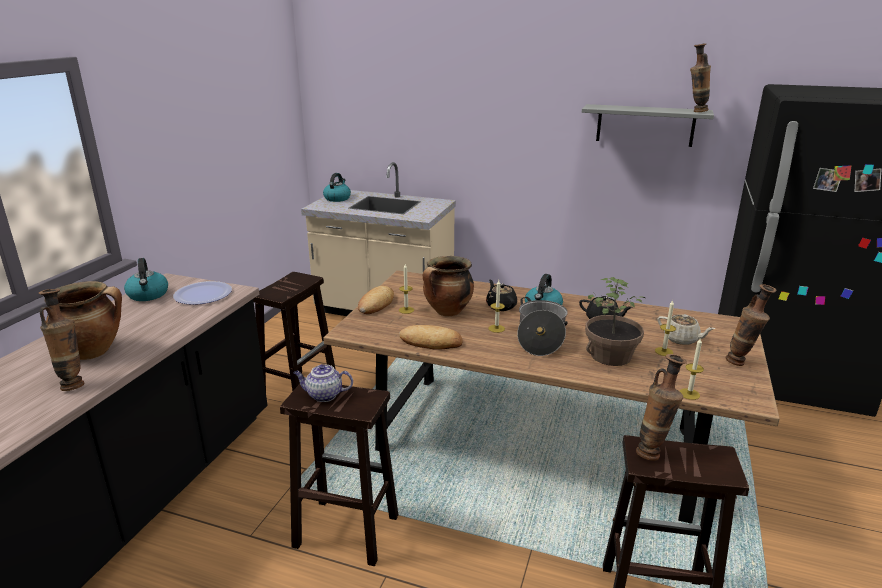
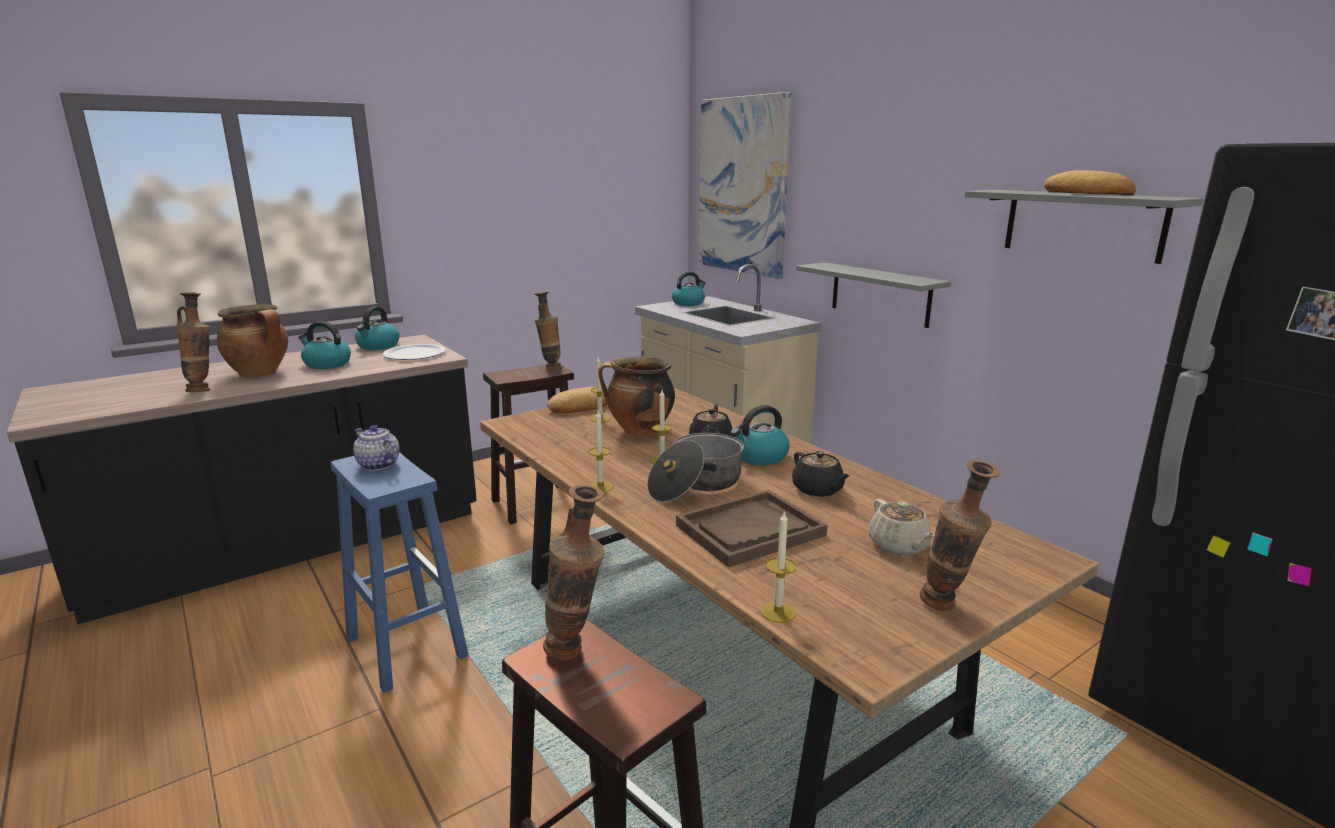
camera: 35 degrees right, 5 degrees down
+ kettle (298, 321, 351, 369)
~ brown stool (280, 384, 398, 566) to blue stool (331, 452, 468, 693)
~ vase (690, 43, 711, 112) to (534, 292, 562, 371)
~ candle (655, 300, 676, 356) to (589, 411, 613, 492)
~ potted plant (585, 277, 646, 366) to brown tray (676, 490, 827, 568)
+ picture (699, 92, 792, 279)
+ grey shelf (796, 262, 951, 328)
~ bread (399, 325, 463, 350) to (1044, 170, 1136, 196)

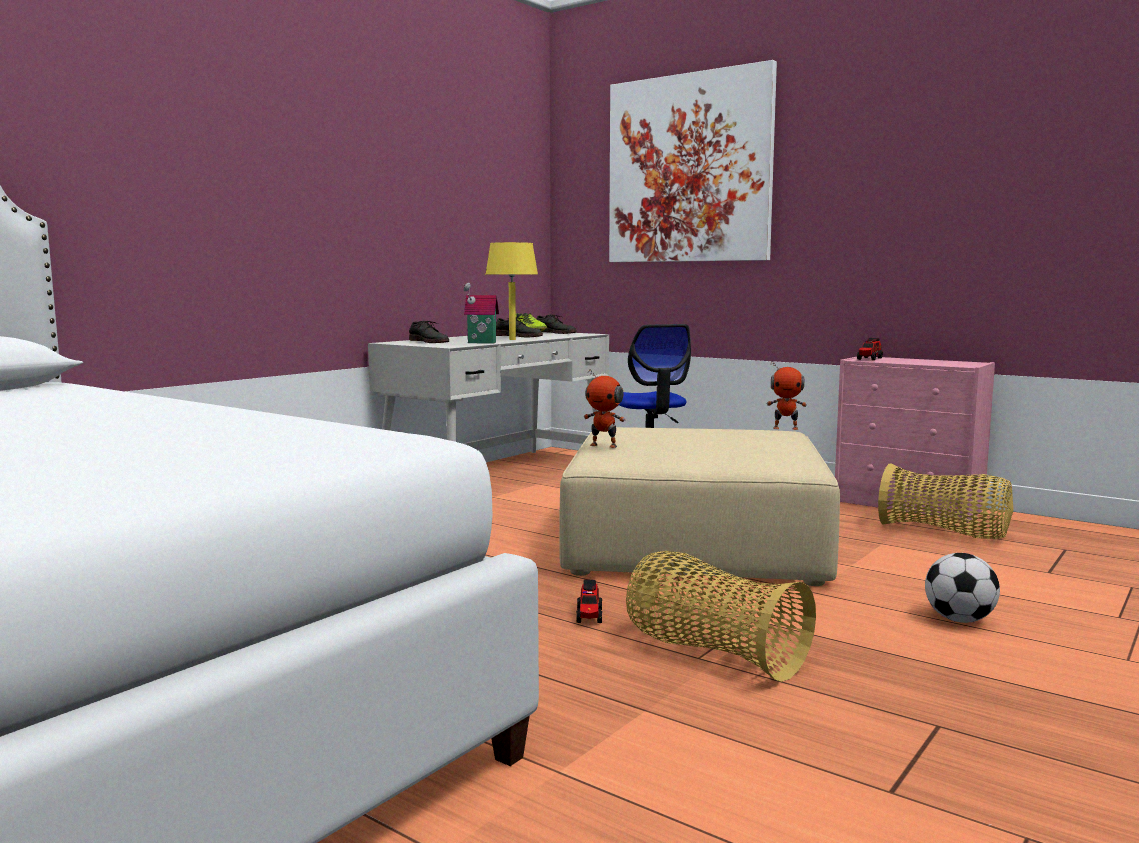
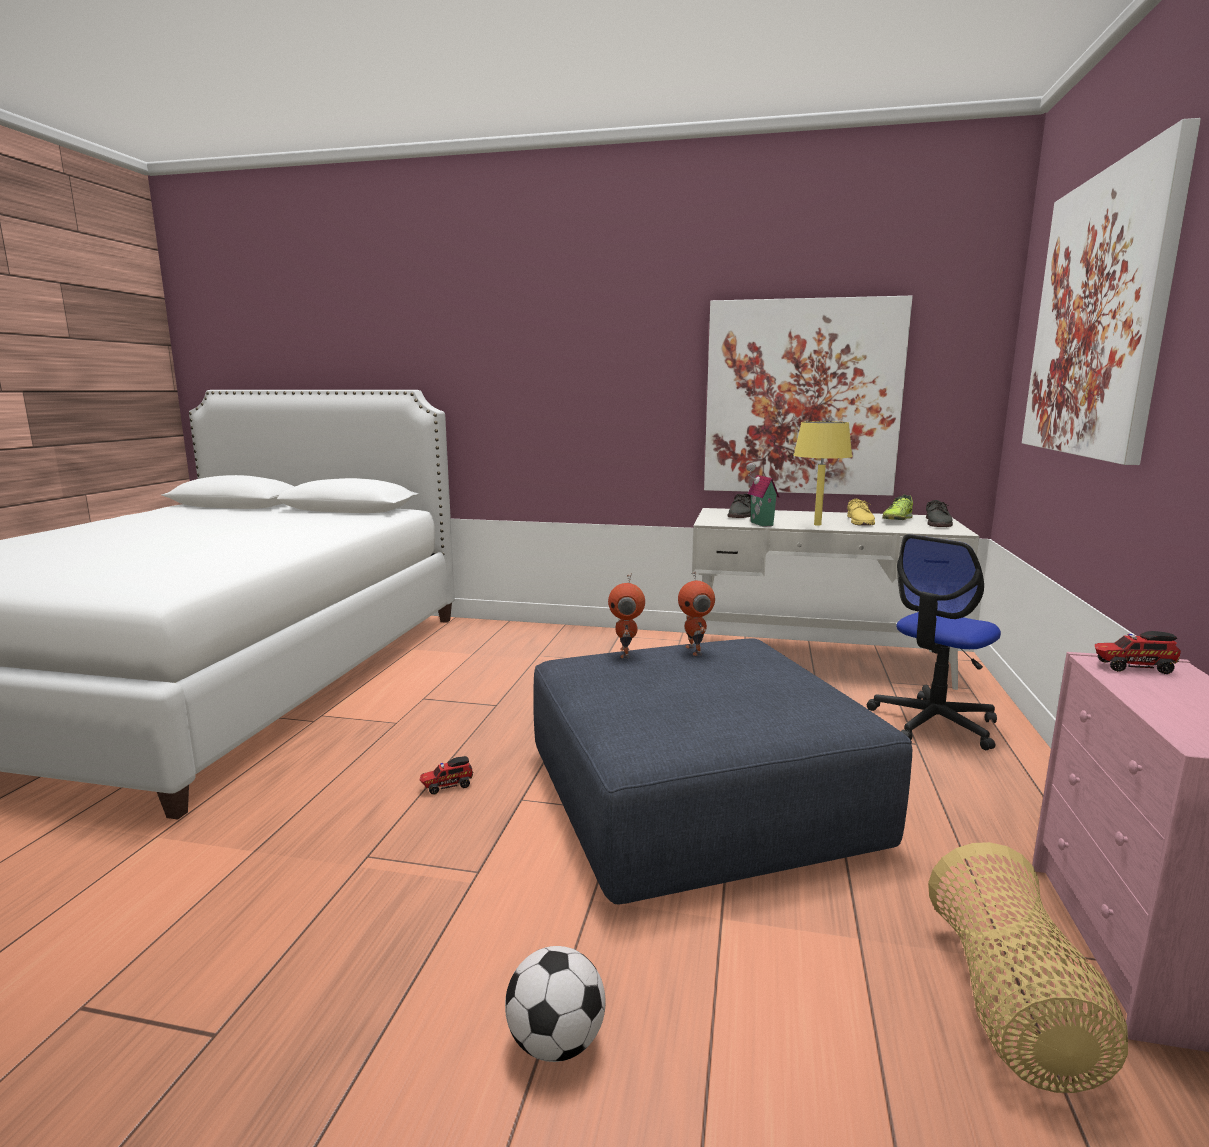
camera: 65 degrees right, 5 degrees up
~ beige ottoman (559, 427, 840, 586) to blue ottoman (533, 638, 912, 905)
~ toy robot (767, 362, 807, 430) to (678, 571, 715, 656)
+ picture (704, 296, 913, 496)
~ grey shoe (496, 317, 543, 337) to yellow shoe (847, 499, 875, 526)
- basket (626, 551, 816, 682)

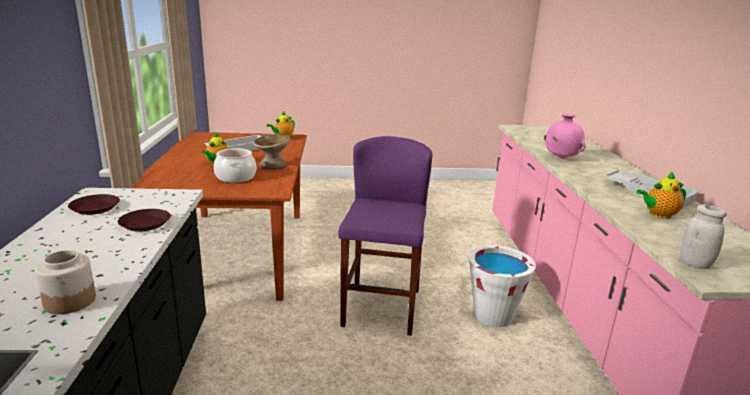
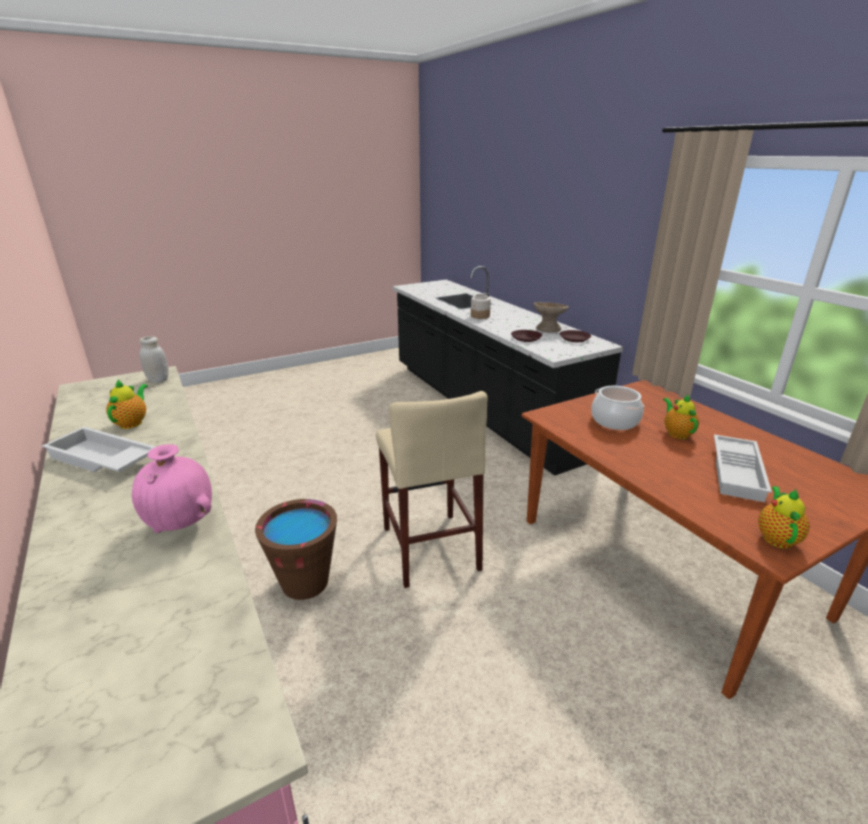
camera: 155 degrees right, 5 degrees up
~ teapot (636, 172, 686, 219) = (106, 379, 148, 429) 45 degrees counterclockwise
~ white bucket (469, 246, 536, 327) to brown bucket (255, 499, 337, 600)
~ purple stool (338, 136, 433, 336) to beige stool (376, 391, 487, 588)
~ beige bowl (253, 133, 291, 169) to (534, 302, 569, 332)

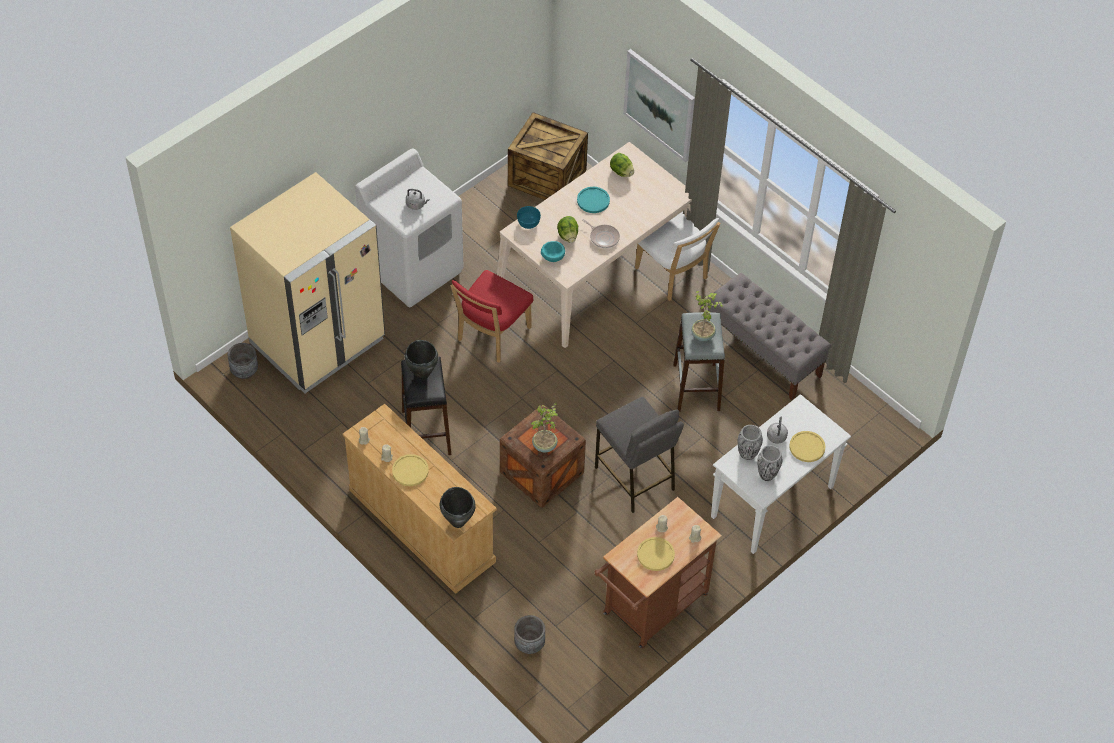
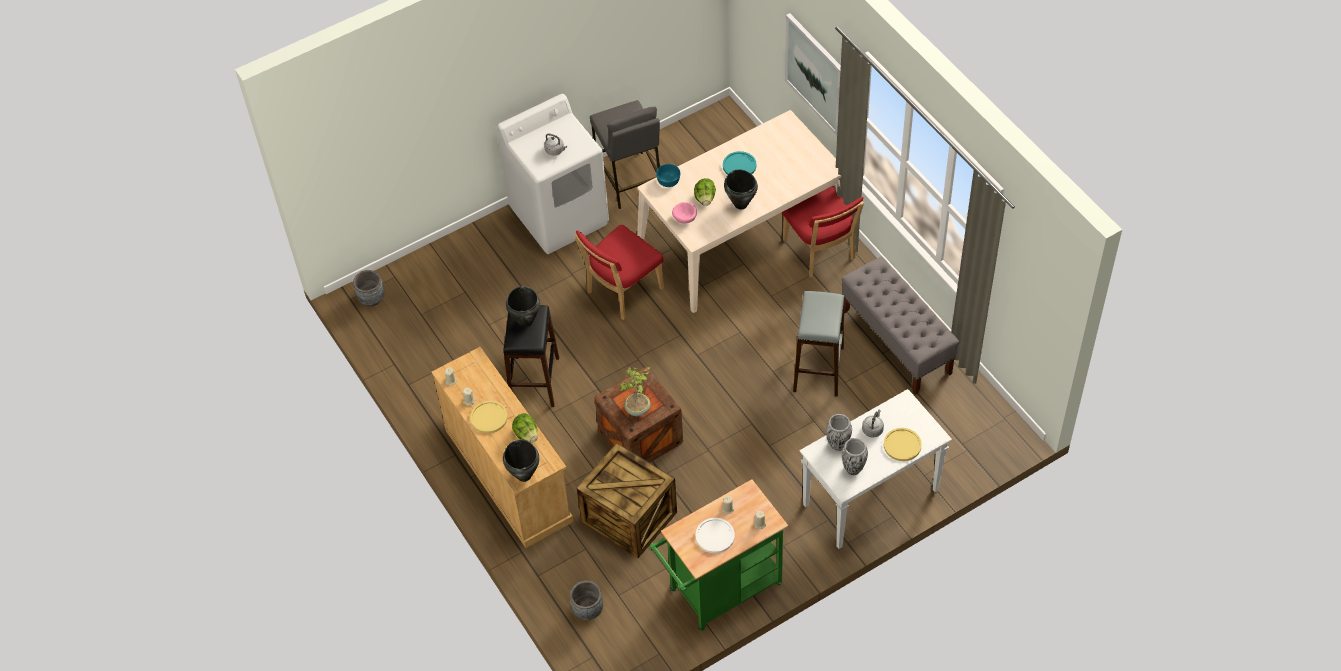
camera: 15 degrees right, 0 degrees up
~ lettuce (610, 153, 634, 177) to (512, 413, 538, 442)
~ crate (508, 112, 588, 200) to (577, 443, 677, 558)
~ grey stool (595, 397, 684, 513) to (590, 100, 660, 209)
~ brown cart (594, 497, 722, 648) to green cart (649, 479, 788, 631)
~ turquoise bowl (541, 241, 565, 262) to pink bowl (672, 202, 697, 224)
~ yellow plate (637, 537, 675, 571) to white plate (696, 518, 735, 553)
~ frying pan (582, 219, 620, 248) to black cooking pot (724, 169, 758, 210)
~ white chair (635, 212, 721, 301) to red chair (782, 186, 864, 277)
- beige fridge (230, 172, 385, 393)
- potted plant (691, 291, 724, 341)

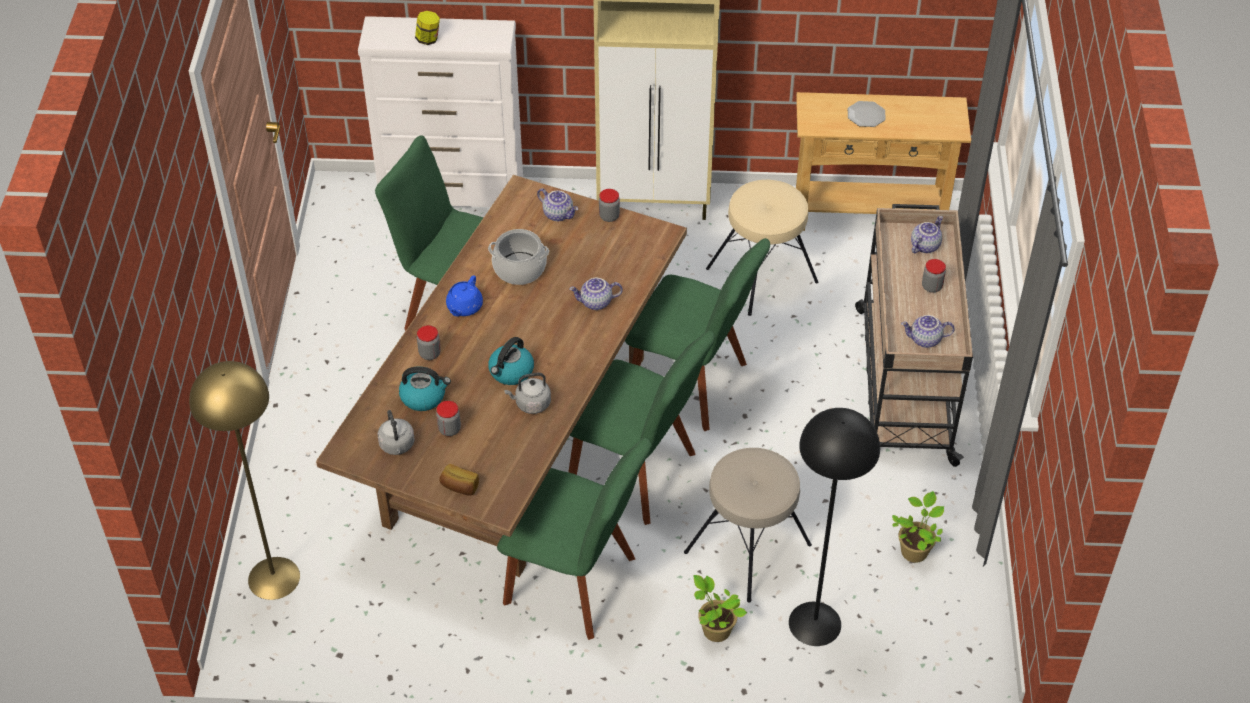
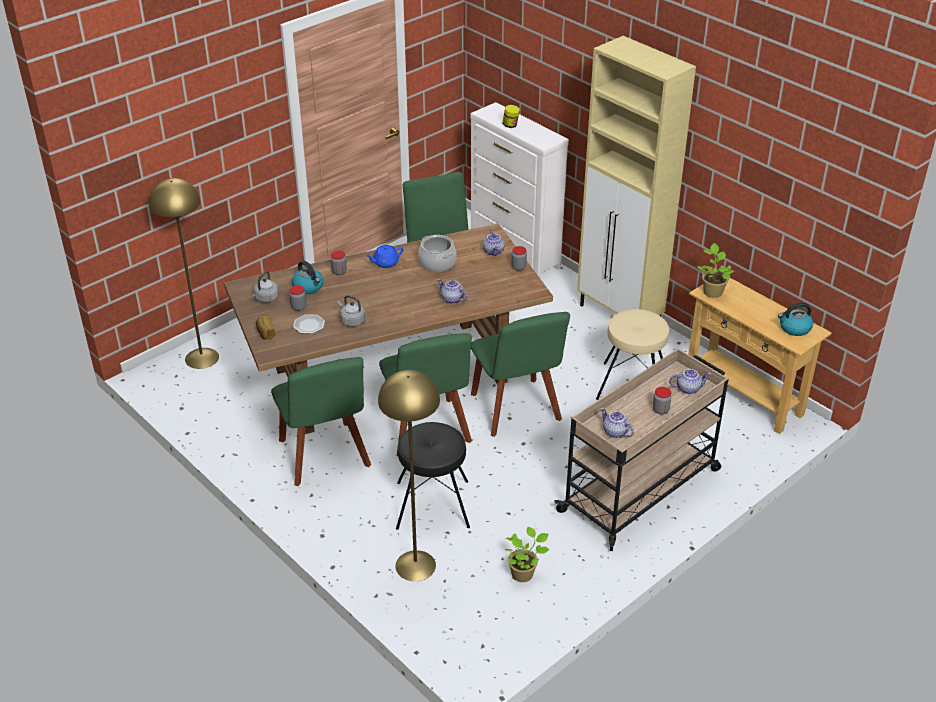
camera: 45 degrees right, 10 degrees down
~ plate (848, 101, 886, 127) to (293, 314, 325, 334)
~ black floor lamp (789, 408, 880, 646) to yellow floor lamp (378, 370, 440, 581)
~ beige stool (684, 448, 812, 603) to black stool (396, 422, 470, 530)
~ potted plant (693, 575, 747, 642) to (697, 243, 734, 298)
~ kettle (488, 337, 534, 385) to (778, 302, 813, 336)

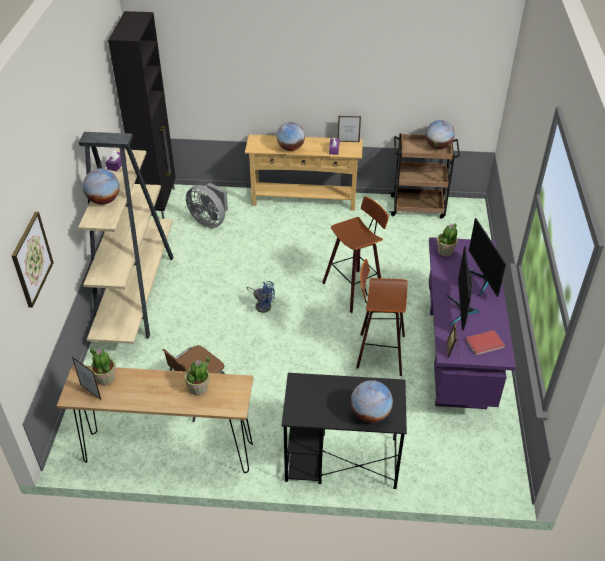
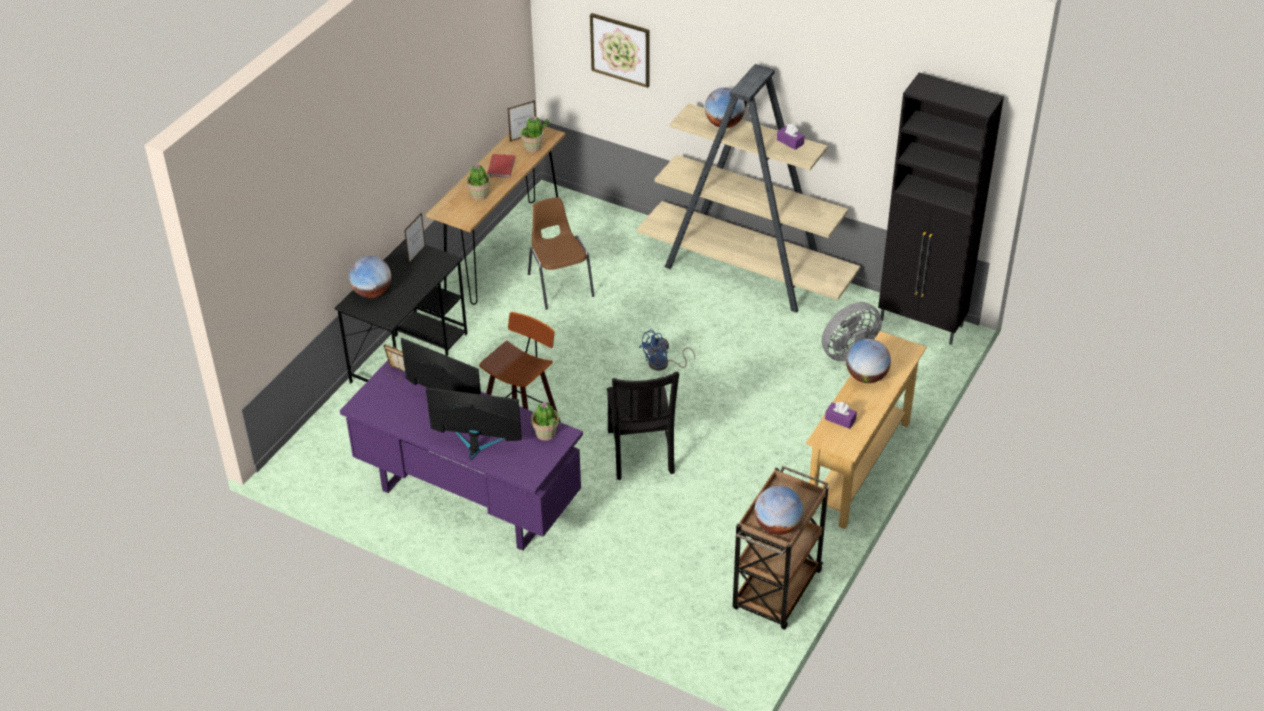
camera: 115 degrees right, 0 degrees up
~ picture frame (338, 116, 361, 142) to (404, 212, 426, 264)
~ red book (465, 330, 505, 355) to (487, 154, 515, 178)
~ stool (322, 196, 389, 313) to black chair (607, 371, 679, 480)

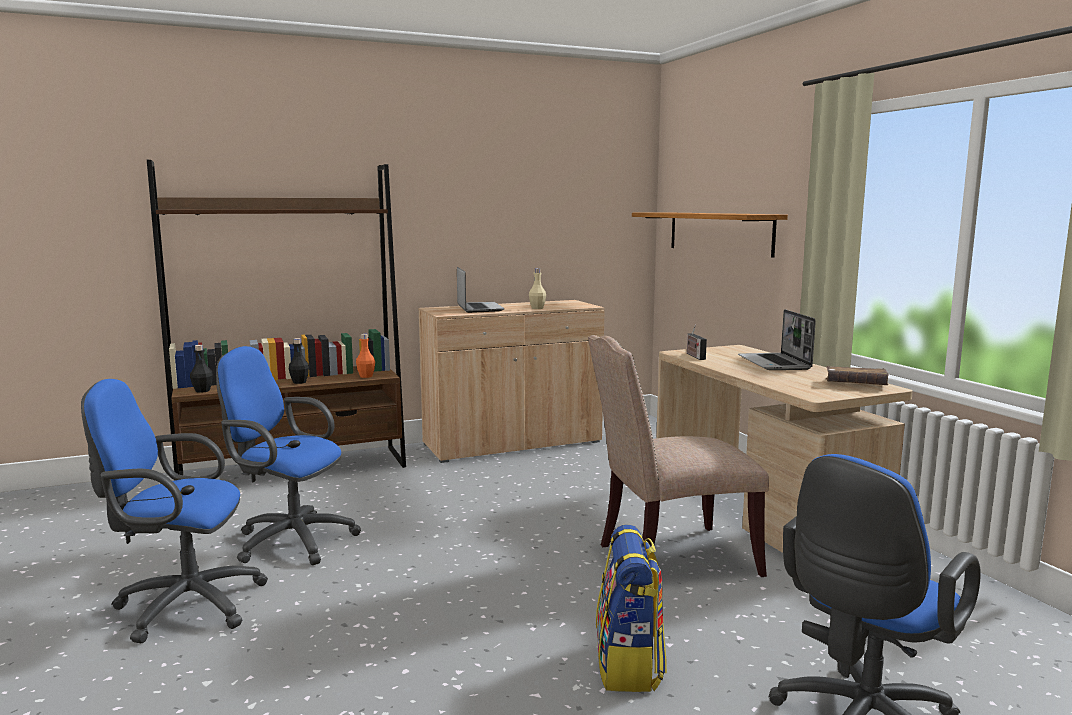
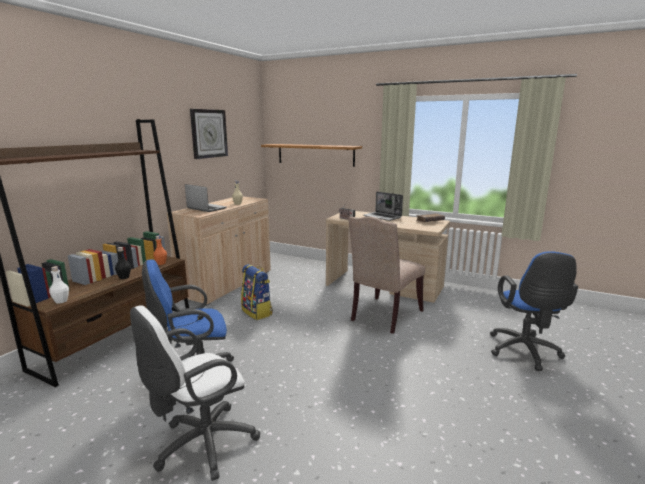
camera: 40 degrees left, 5 degrees up
~ black bottle (190, 345, 213, 393) to white bottle (49, 266, 69, 304)
~ blue office chair (81, 379, 268, 643) to white office chair (130, 305, 260, 481)
+ wall clock (190, 109, 228, 159)
~ backpack (596, 525, 667, 692) to (241, 264, 273, 320)

